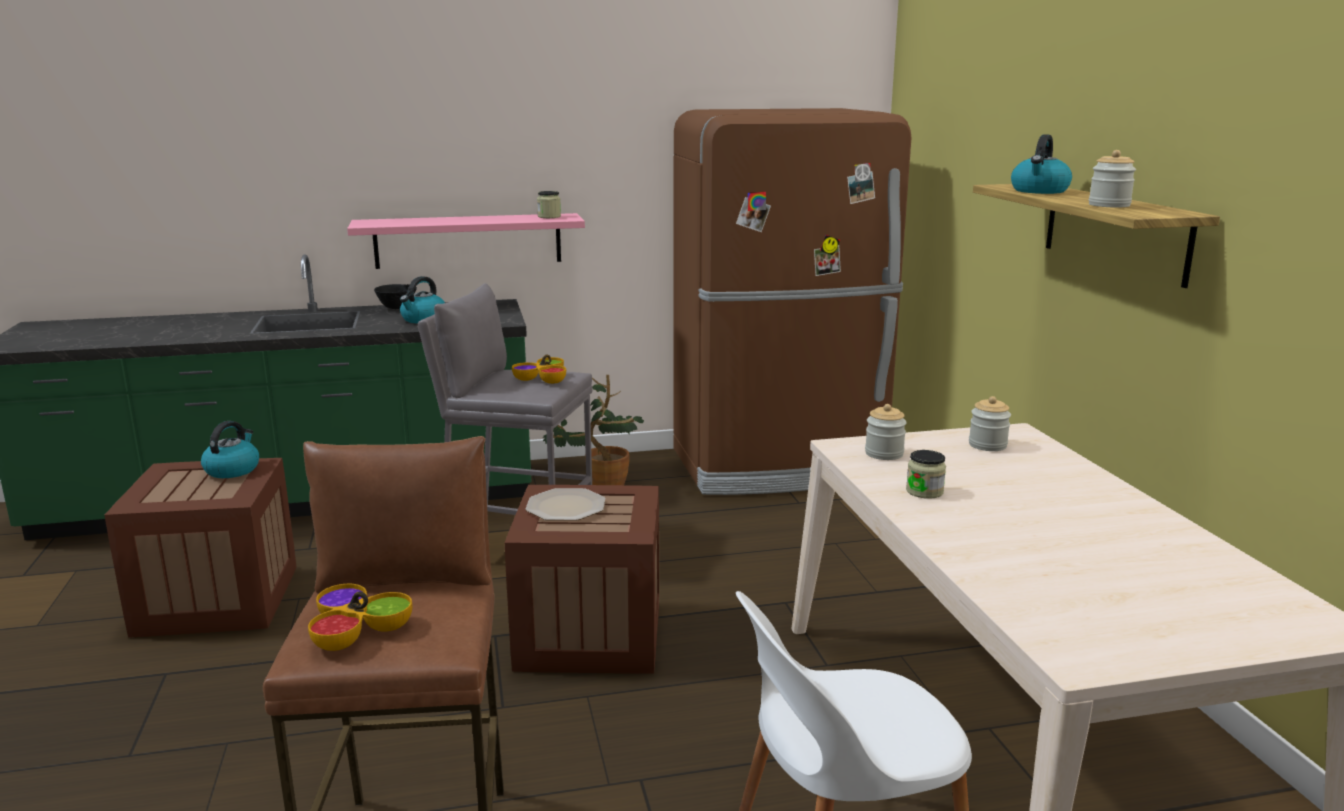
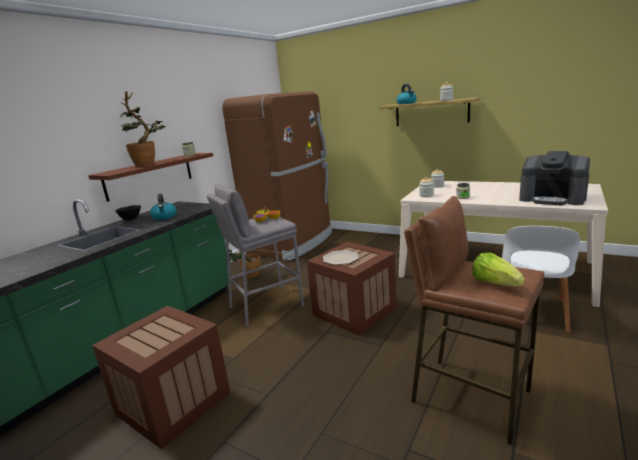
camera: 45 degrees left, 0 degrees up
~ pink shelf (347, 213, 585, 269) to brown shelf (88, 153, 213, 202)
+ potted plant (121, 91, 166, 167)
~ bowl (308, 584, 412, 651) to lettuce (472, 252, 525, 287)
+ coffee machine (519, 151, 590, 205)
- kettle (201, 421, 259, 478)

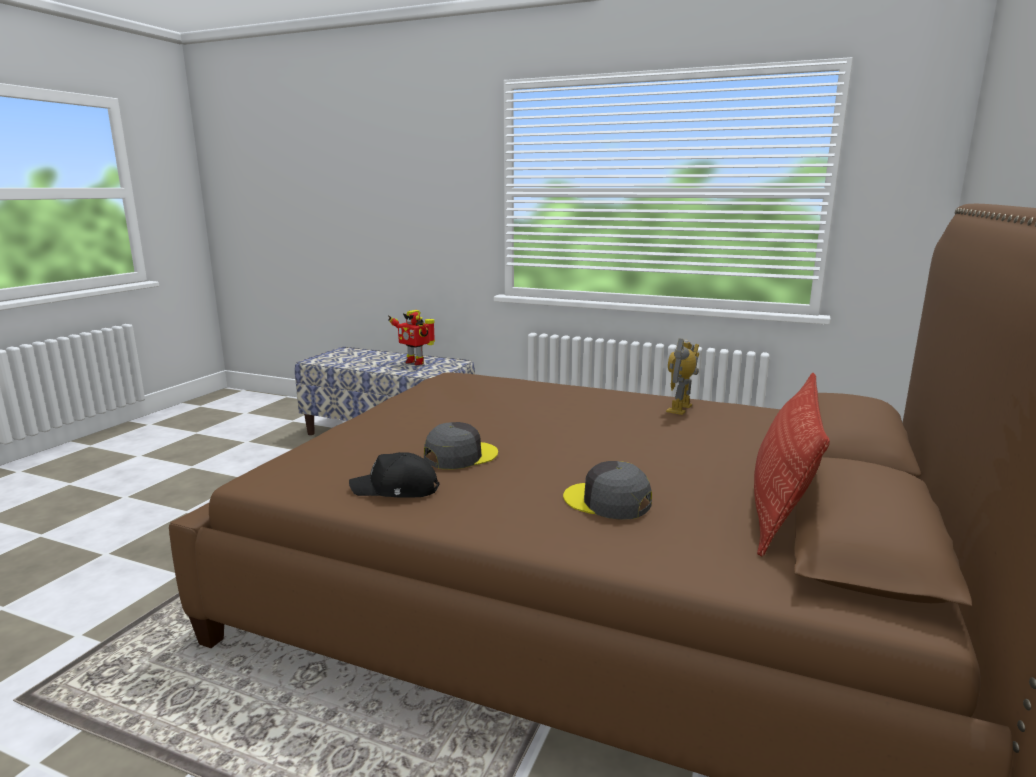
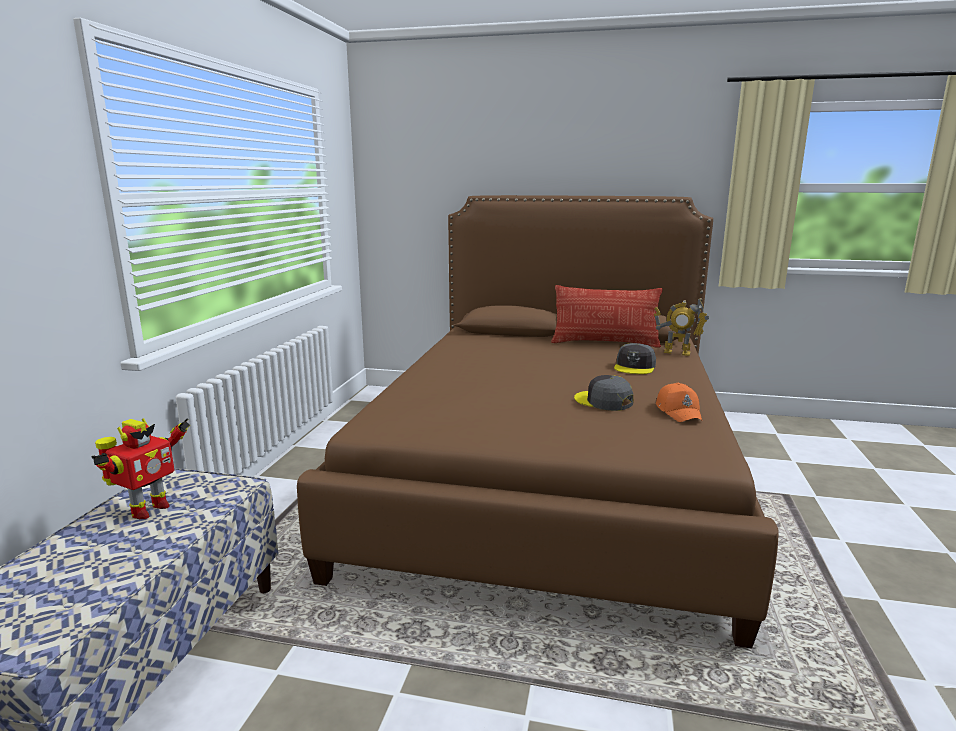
camera: 100 degrees left, 0 degrees up
~ toy robot (666, 338, 699, 415) to (654, 299, 709, 356)
~ black cap (349, 452, 439, 498) to orange cap (656, 383, 702, 422)

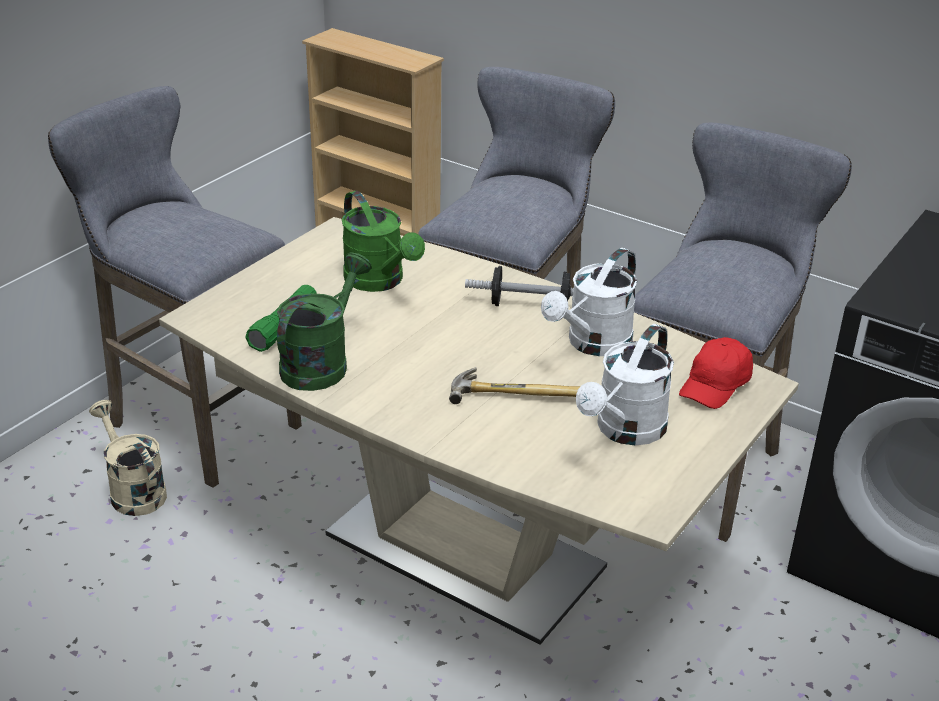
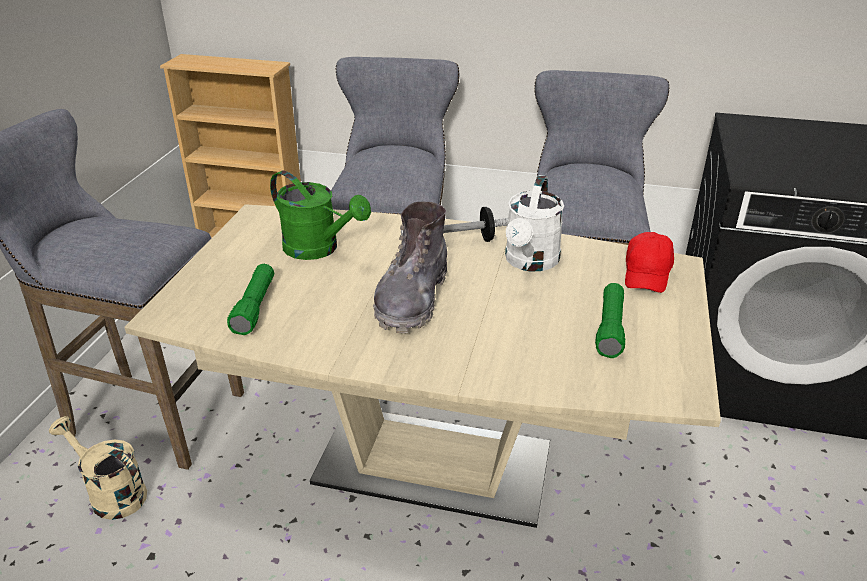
camera: 20 degrees left, 0 degrees up
+ grey boot (373, 202, 447, 333)
~ white watering can (576, 324, 674, 445) to green flashlight (595, 283, 625, 358)
- green watering can (277, 253, 372, 391)
- hammer (449, 367, 581, 404)

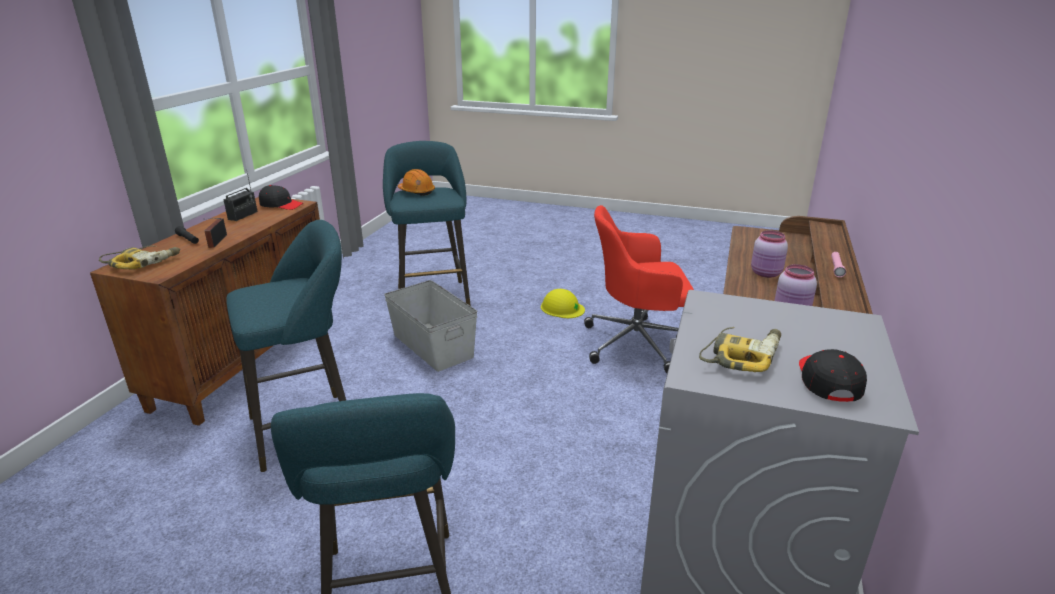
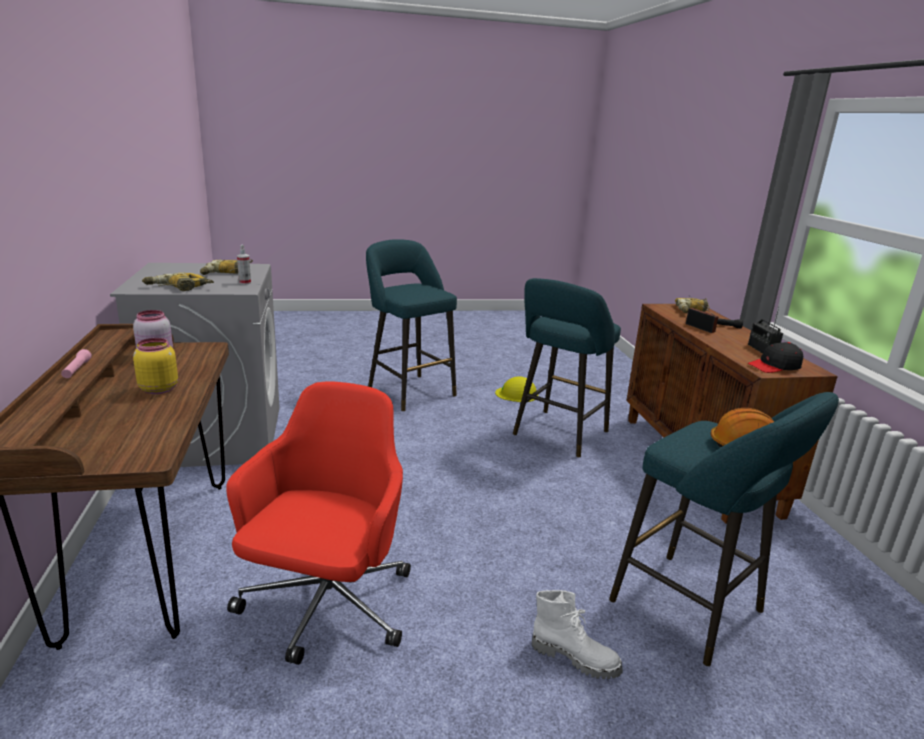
camera: 150 degrees right, 5 degrees down
~ pink jar (751, 230, 788, 278) to yellow jar (133, 338, 178, 394)
+ power drill (142, 272, 214, 291)
~ red office chair (584, 205, 694, 373) = (226, 381, 411, 665) 45 degrees counterclockwise
+ spray bottle (237, 245, 251, 285)
~ yellow hard hat (541, 289, 585, 318) to (495, 376, 538, 402)
+ white boot (532, 590, 623, 679)
- grey storage box (384, 280, 478, 372)
- black cap (799, 349, 867, 402)

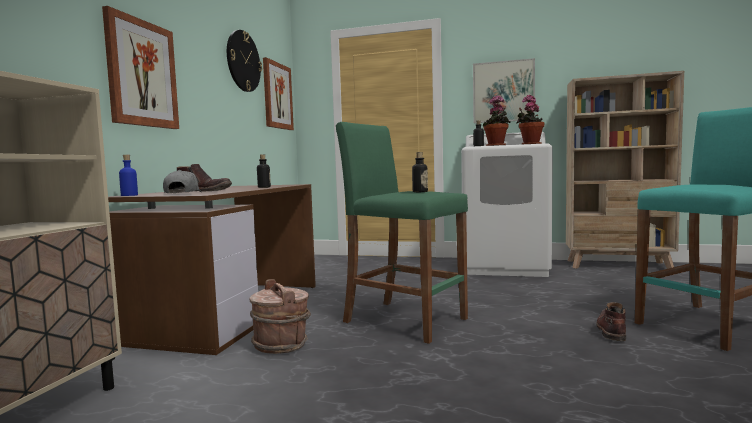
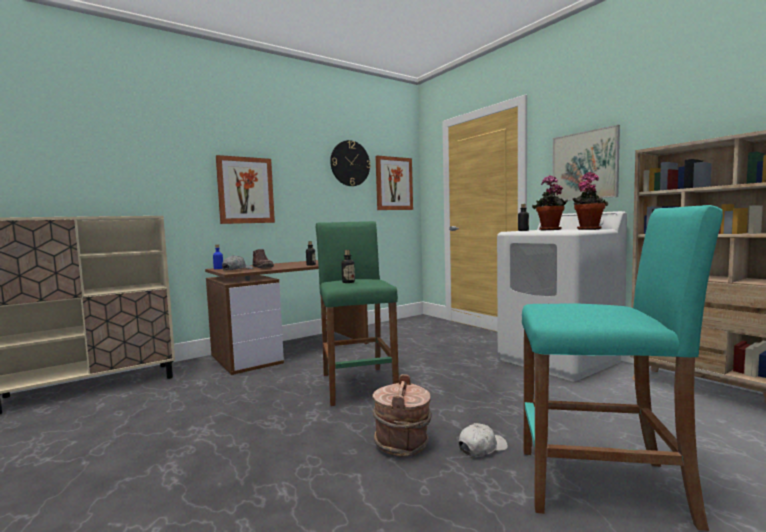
camera: 40 degrees right, 0 degrees up
~ brown bucket (250, 279, 311, 354) to (372, 374, 432, 457)
~ brown boot (596, 302, 626, 341) to white cap (458, 423, 508, 457)

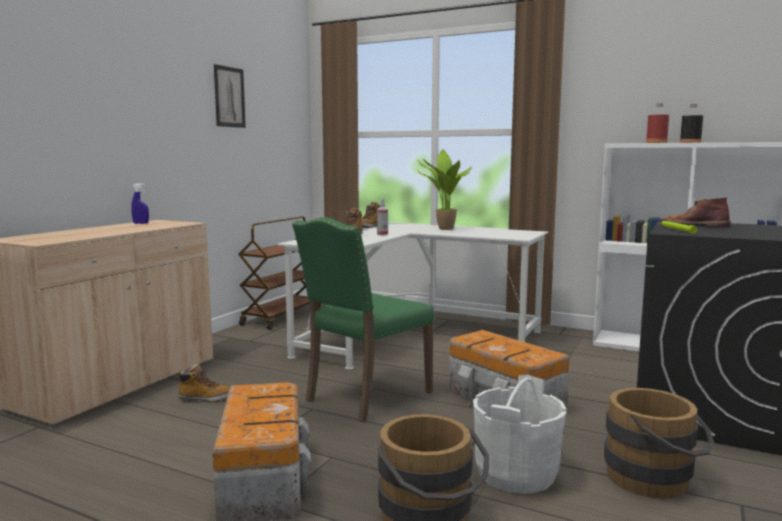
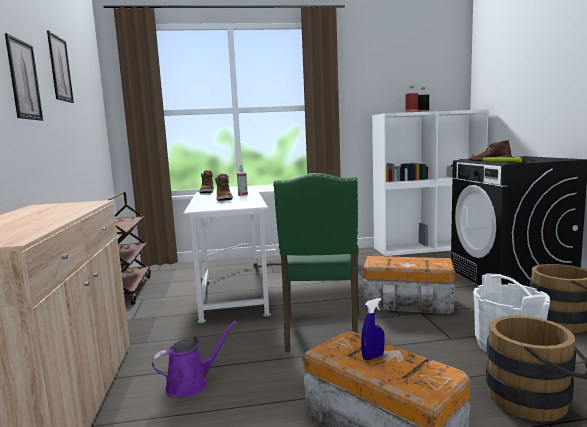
camera: 35 degrees left, 0 degrees up
+ picture (5, 33, 43, 121)
~ boot (177, 364, 231, 403) to purple watering can (152, 321, 237, 398)
~ blue spray bottle (131, 183, 149, 224) to (361, 298, 385, 360)
- potted plant (417, 149, 472, 230)

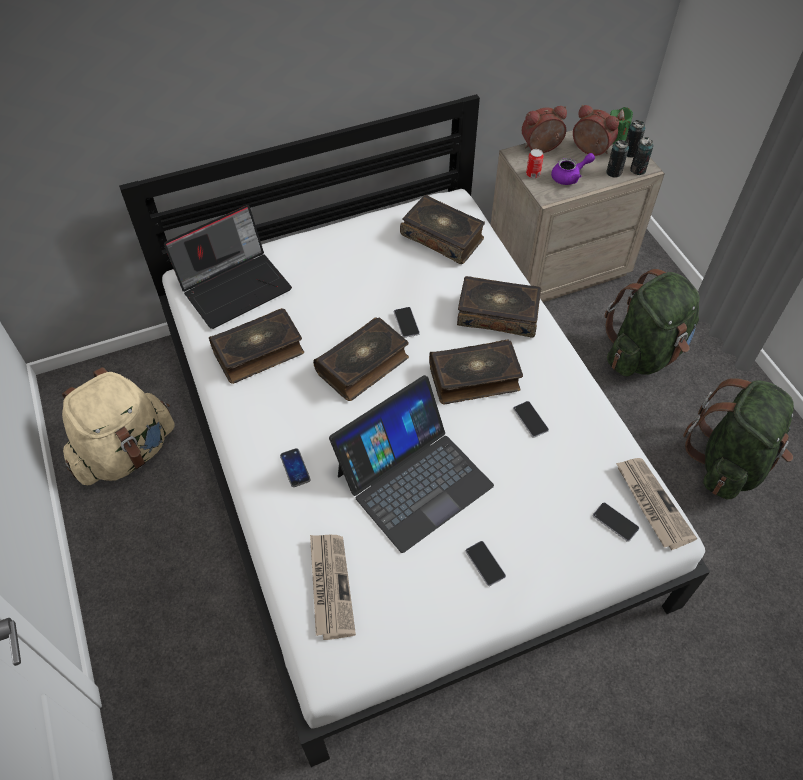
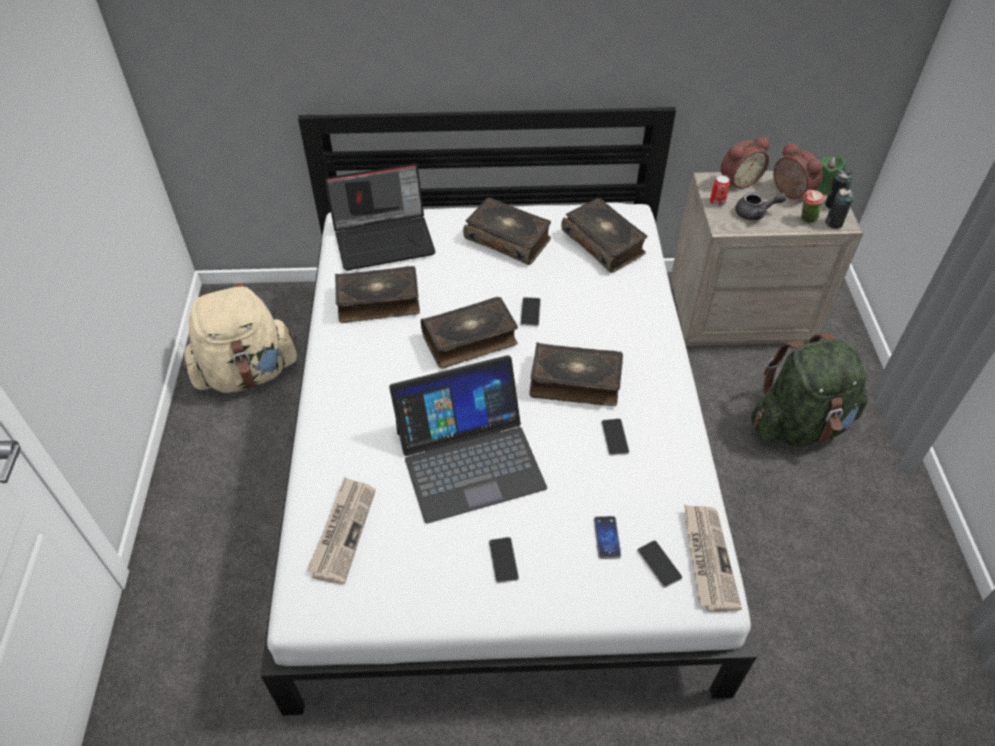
camera: 20 degrees right, 5 degrees down
~ book (457, 276, 541, 337) to (463, 197, 551, 265)
~ phone (280, 448, 311, 487) to (594, 516, 621, 559)
~ alarm clock (522, 106, 567, 153) = (720, 137, 769, 189) 150 degrees clockwise
~ purple teapot (551, 153, 595, 185) to grey teapot (735, 192, 787, 220)
~ can (606, 140, 629, 177) to cup (801, 190, 824, 223)
- green backpack (683, 378, 794, 499)

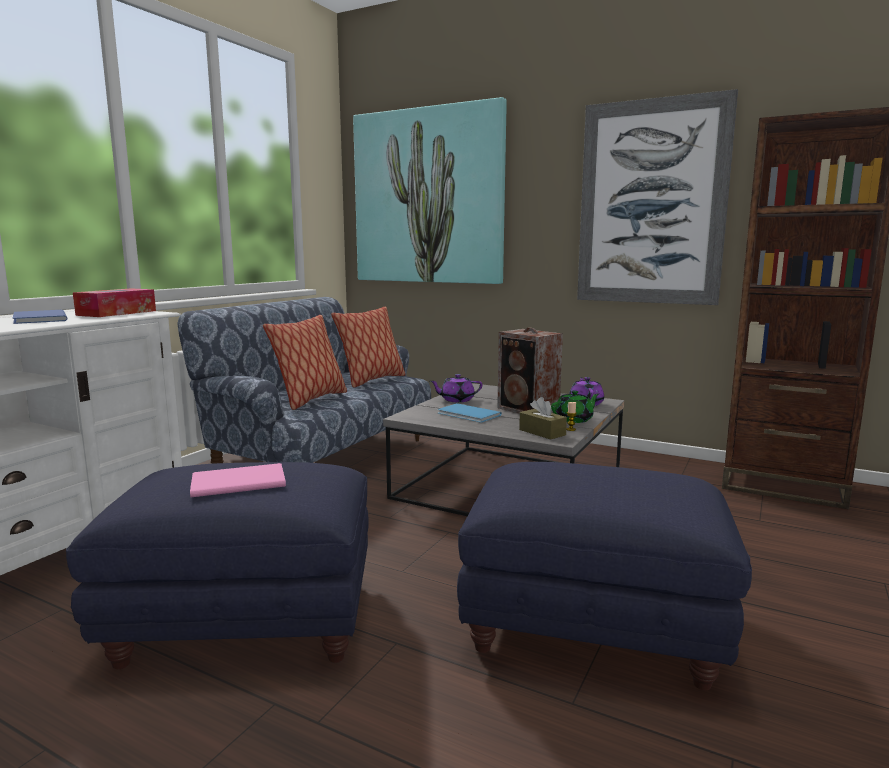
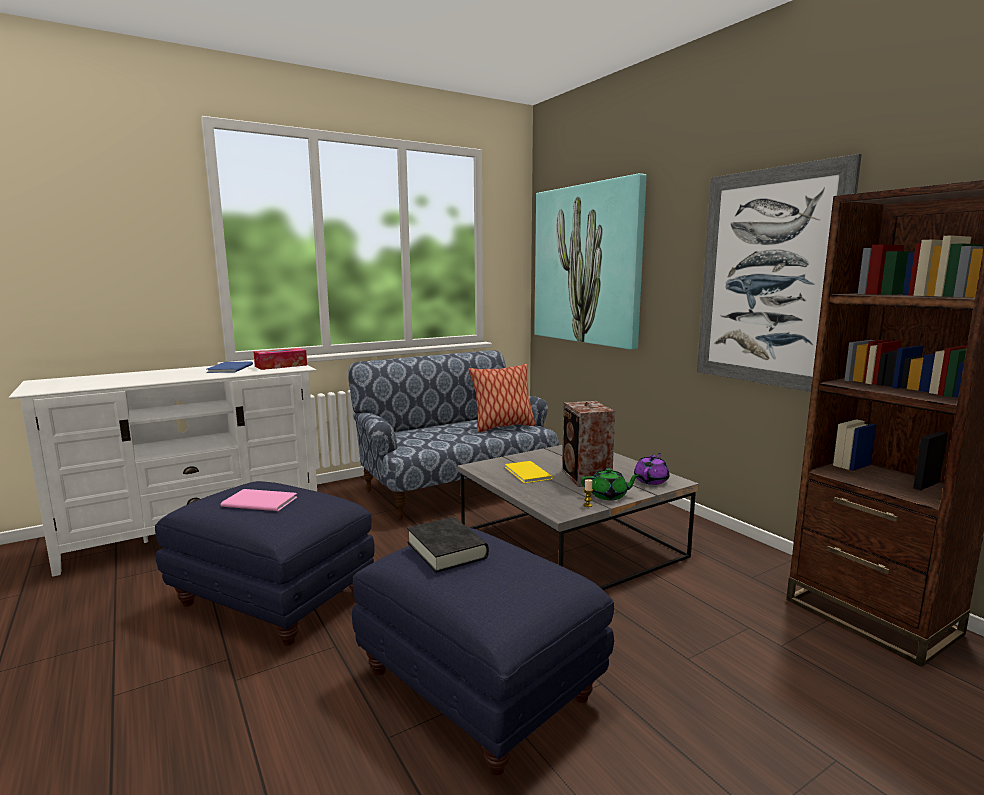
camera: 30 degrees right, 0 degrees up
+ black book (407, 517, 489, 573)
~ blue book (438, 403, 502, 423) to yellow book (505, 461, 553, 483)
- pillow (263, 315, 347, 410)
- purple teapot (430, 374, 483, 402)
- brown tissue box (519, 397, 567, 440)

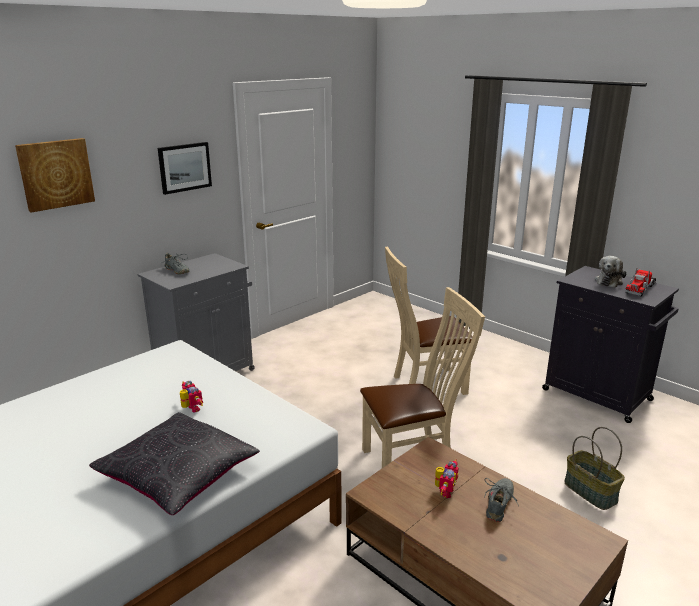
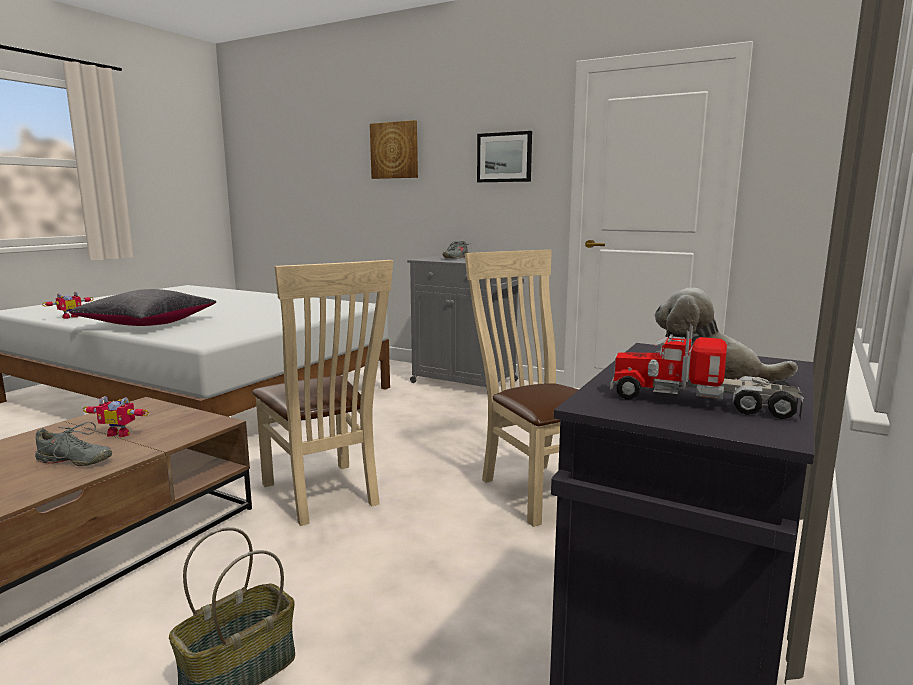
camera: 75 degrees right, 10 degrees down
~ toy robot (180, 381, 203, 413) to (42, 291, 94, 319)

